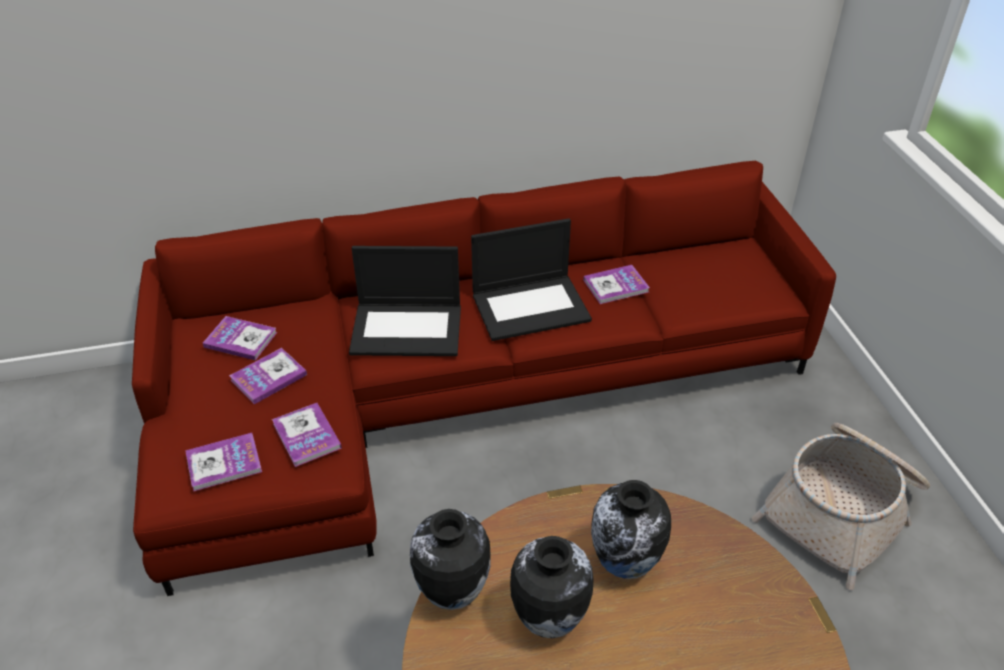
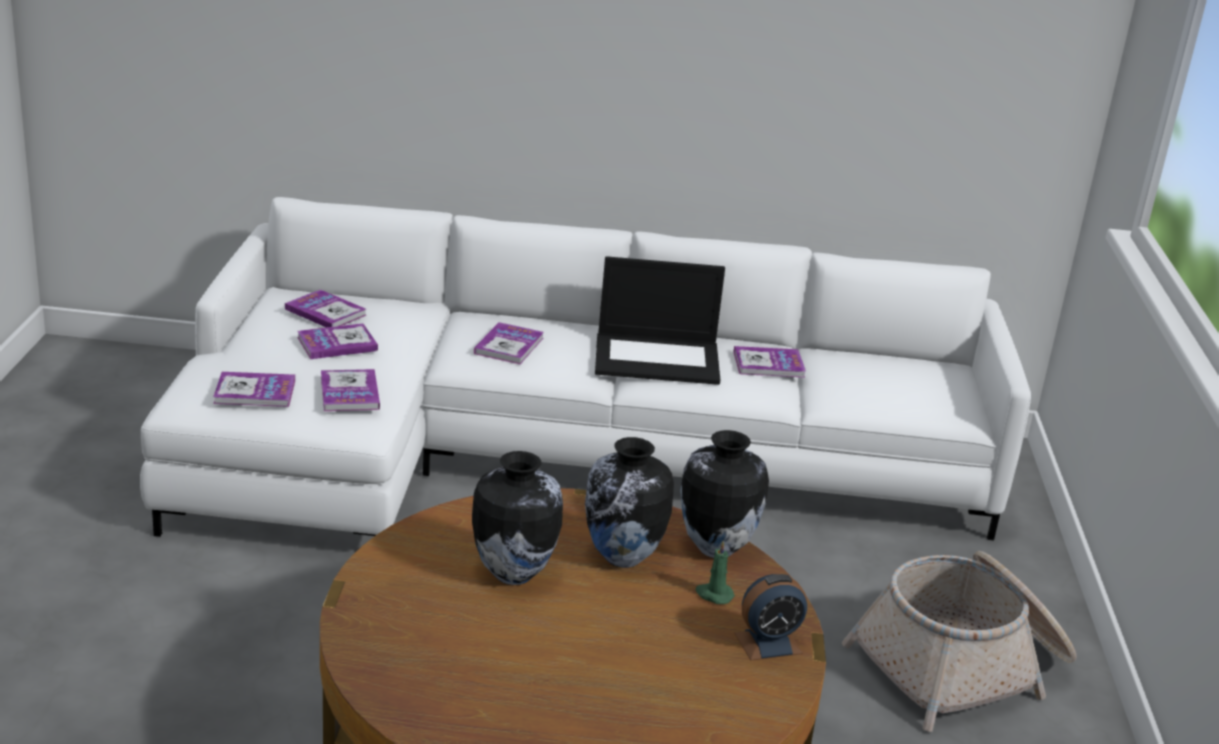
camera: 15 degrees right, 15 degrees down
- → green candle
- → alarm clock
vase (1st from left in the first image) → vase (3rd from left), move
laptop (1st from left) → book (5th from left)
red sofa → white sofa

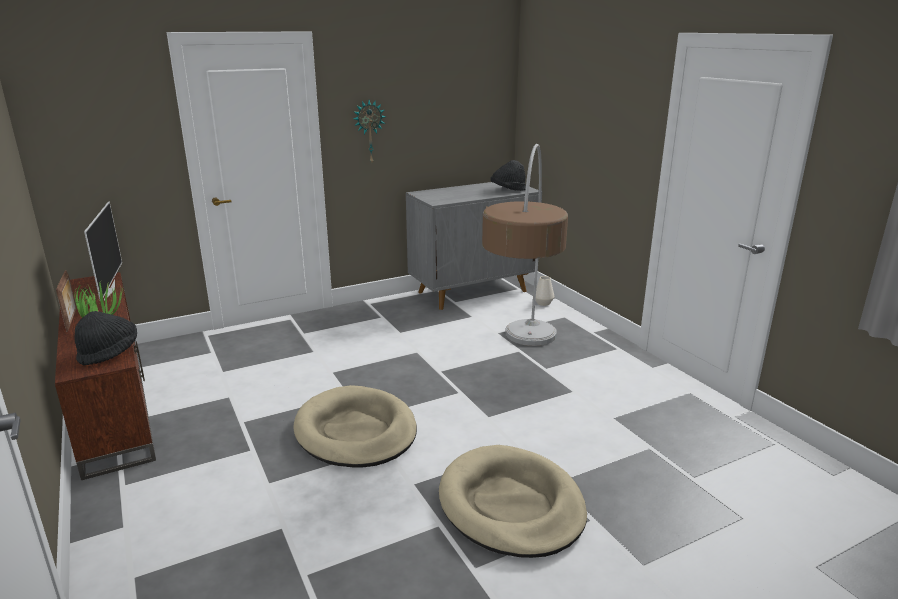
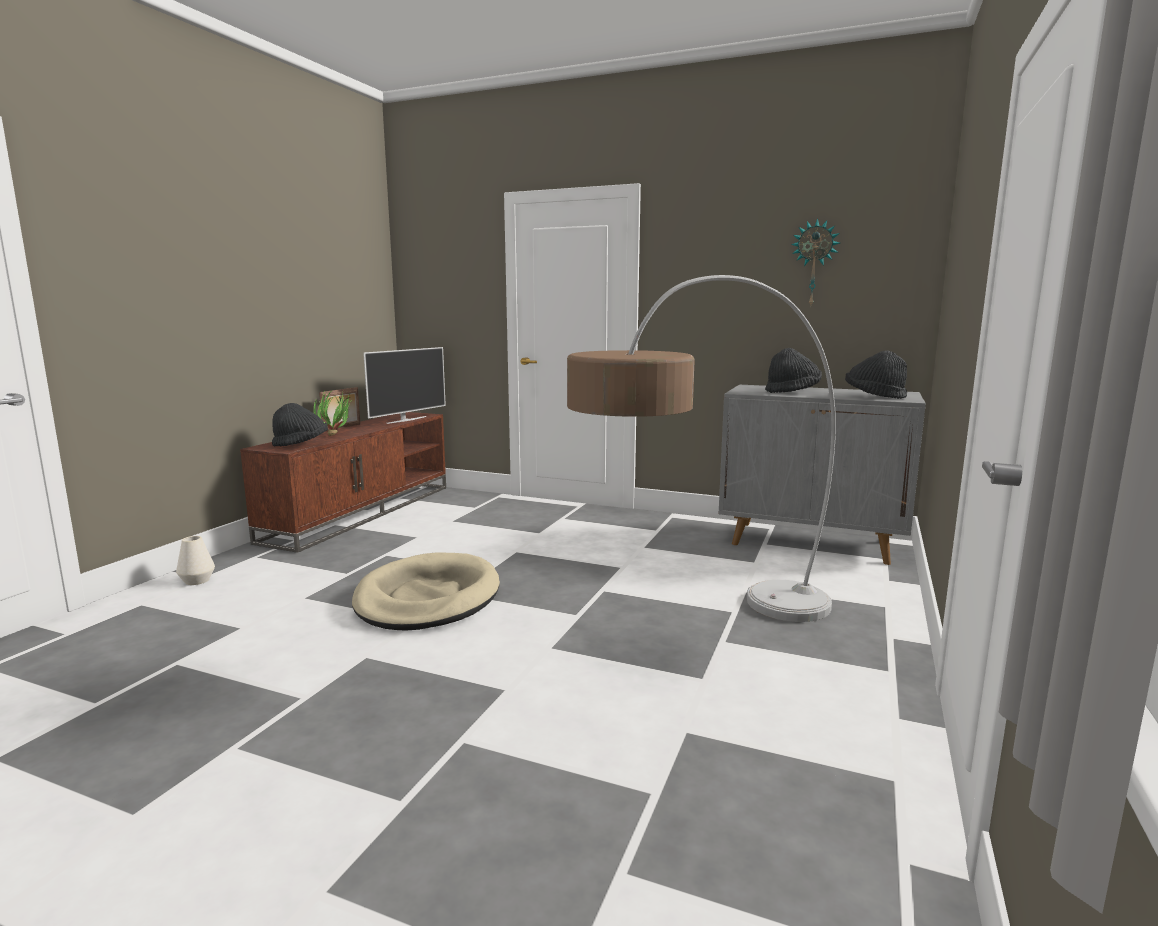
camera: 50 degrees right, 10 degrees down
beige dog bed (2nd from left) → -
- → black hat (2nd from left)
wall clock, move
white vase, move

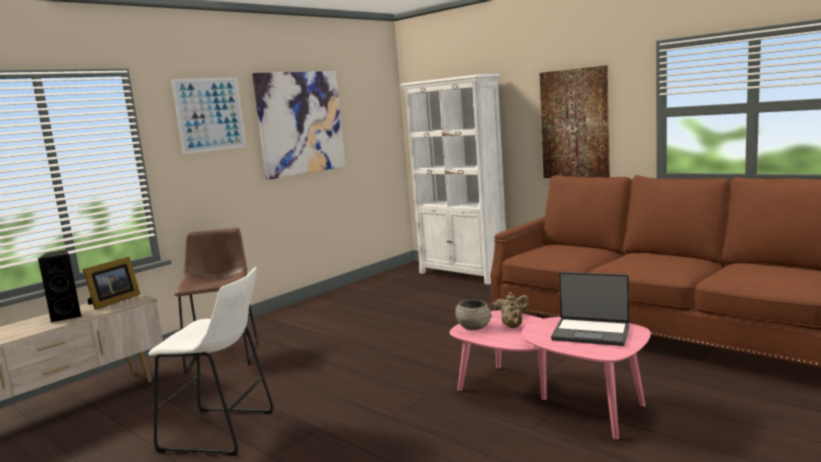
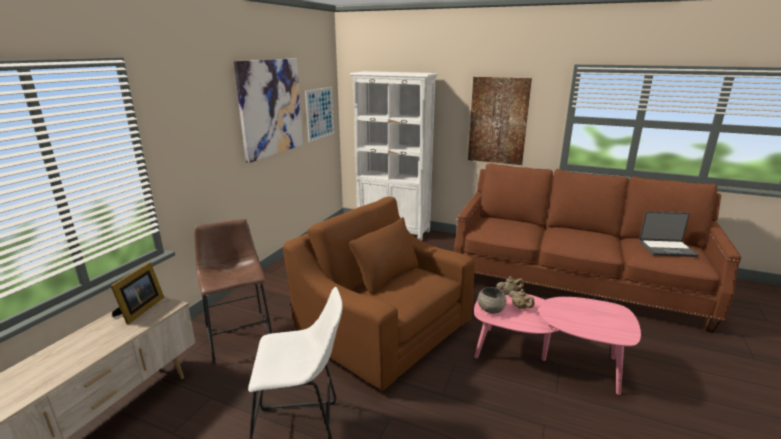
camera: 20 degrees left, 10 degrees up
black speaker → -
- → brown armchair
picture (1st from left in the first image) → picture (2nd from left), move
laptop, move

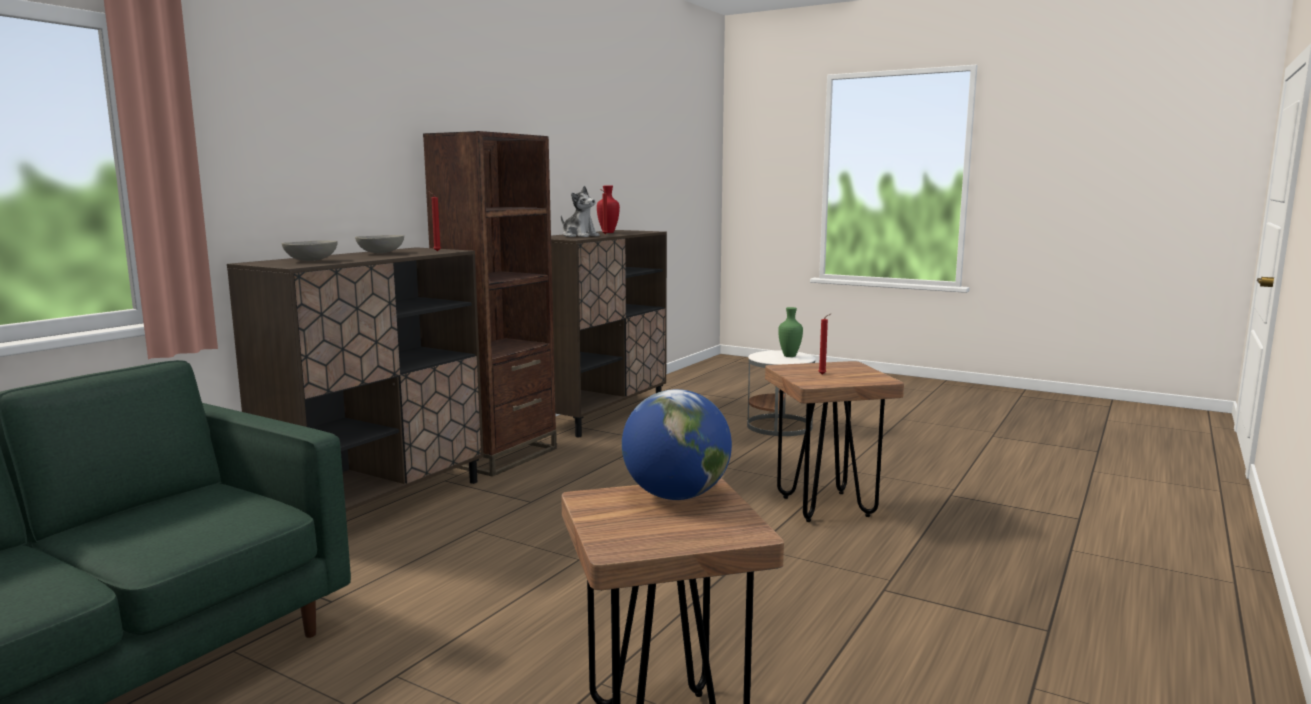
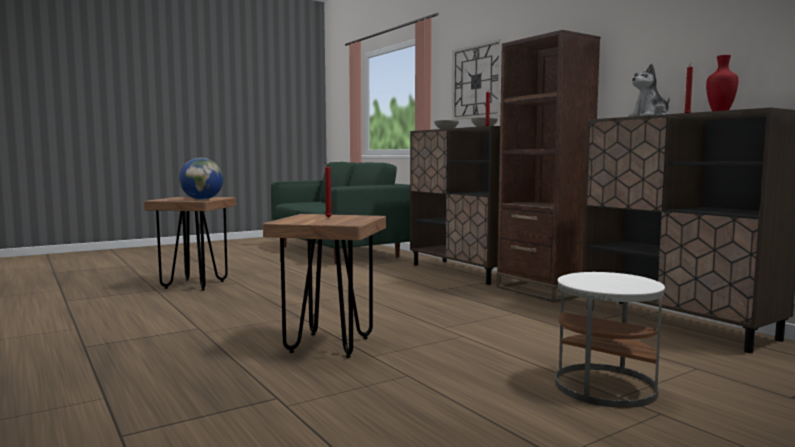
camera: 115 degrees right, 5 degrees down
green vase → -
- → wall clock

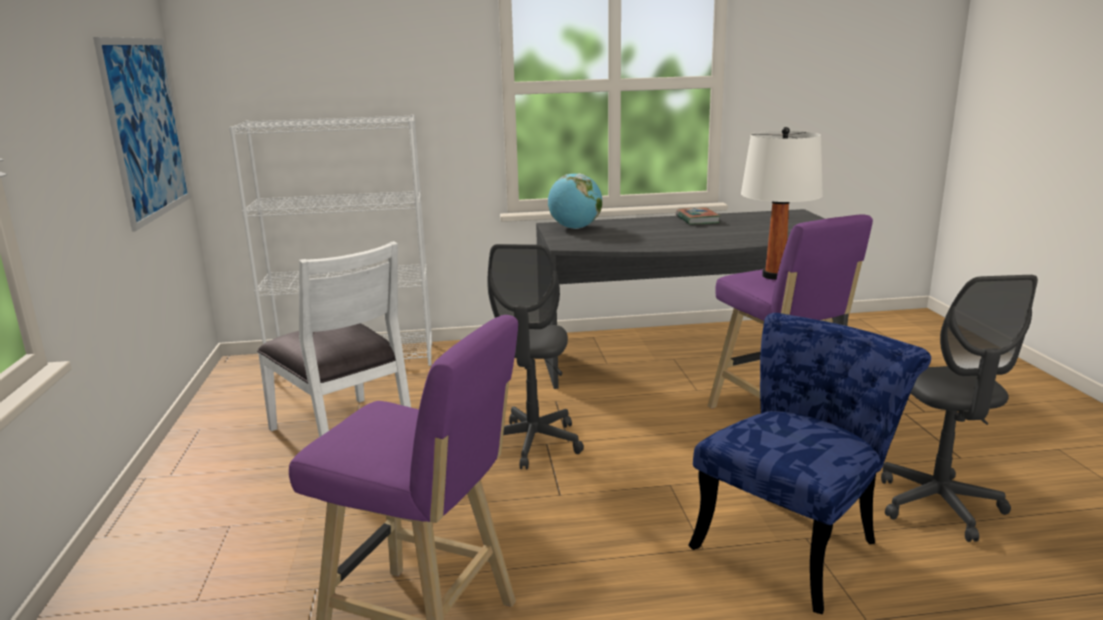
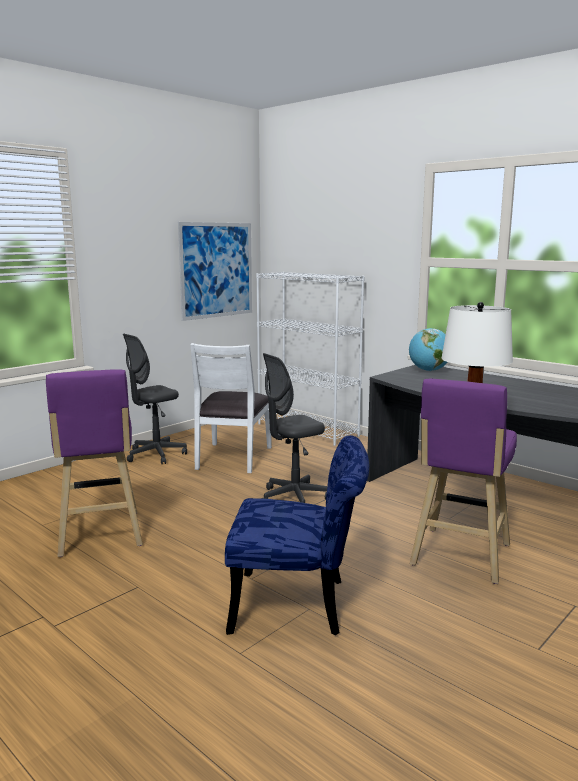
camera: 50 degrees right, 5 degrees down
book → -
grey office chair (2nd from left in the first image) → grey office chair (1st from left), move

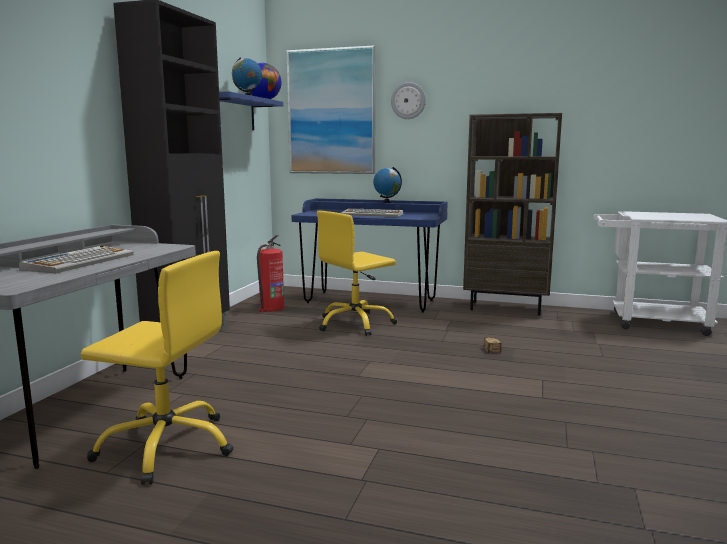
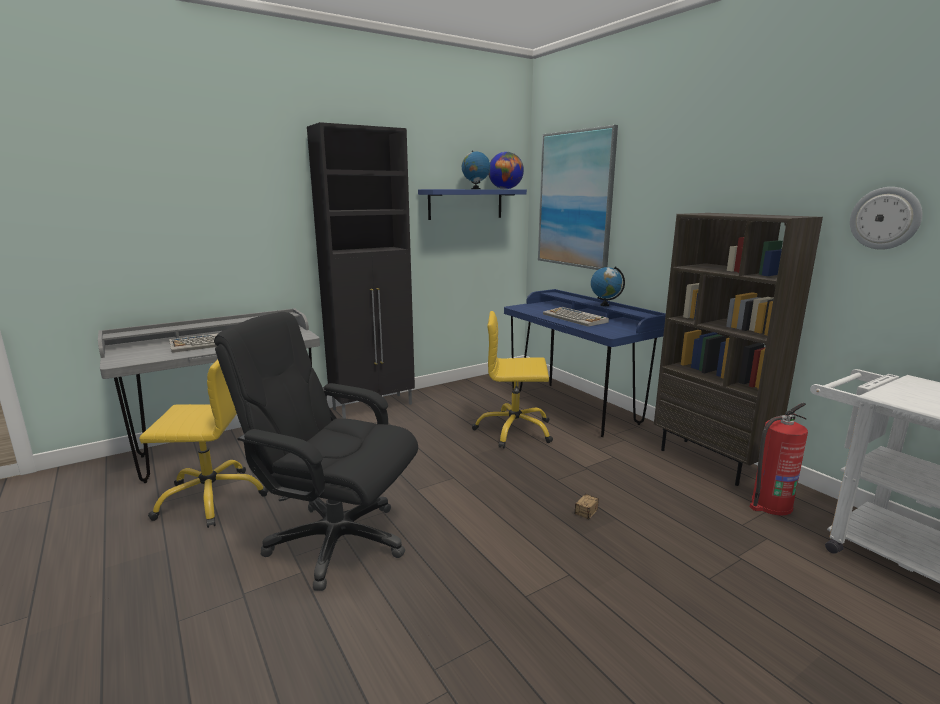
camera: 40 degrees right, 5 degrees up
- → black office chair
fire extinguisher, move
wall clock, move
yellow office chair (1st from left), 60 degrees counterclockwise

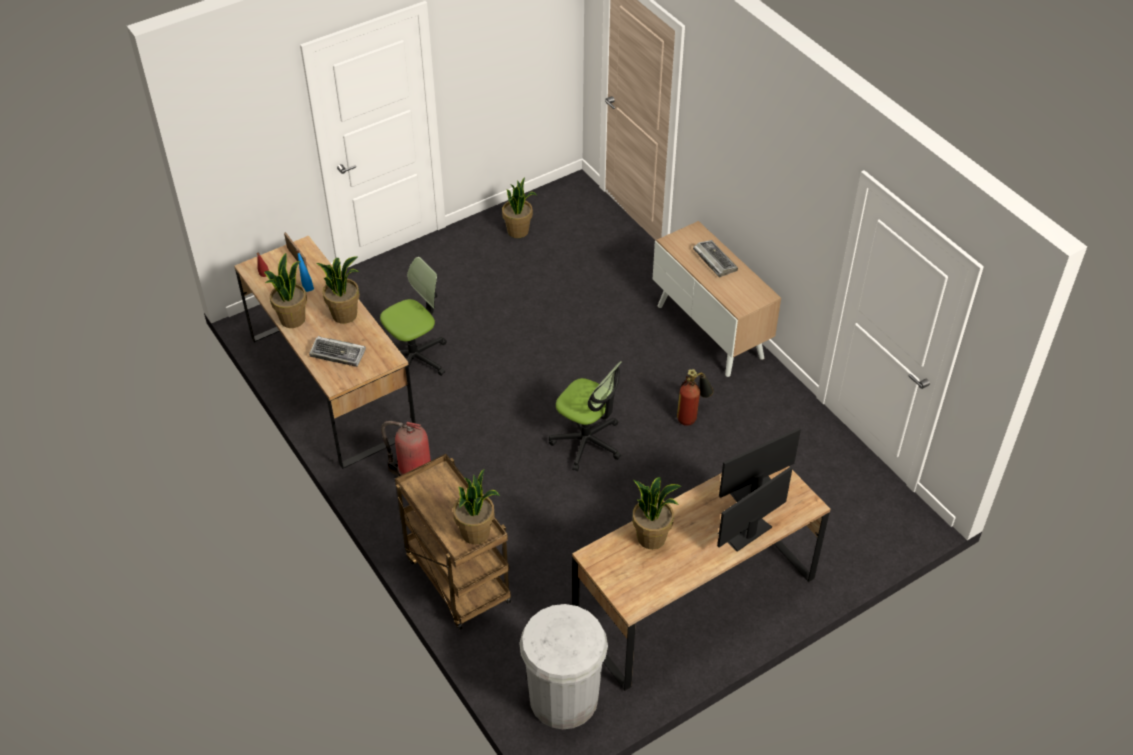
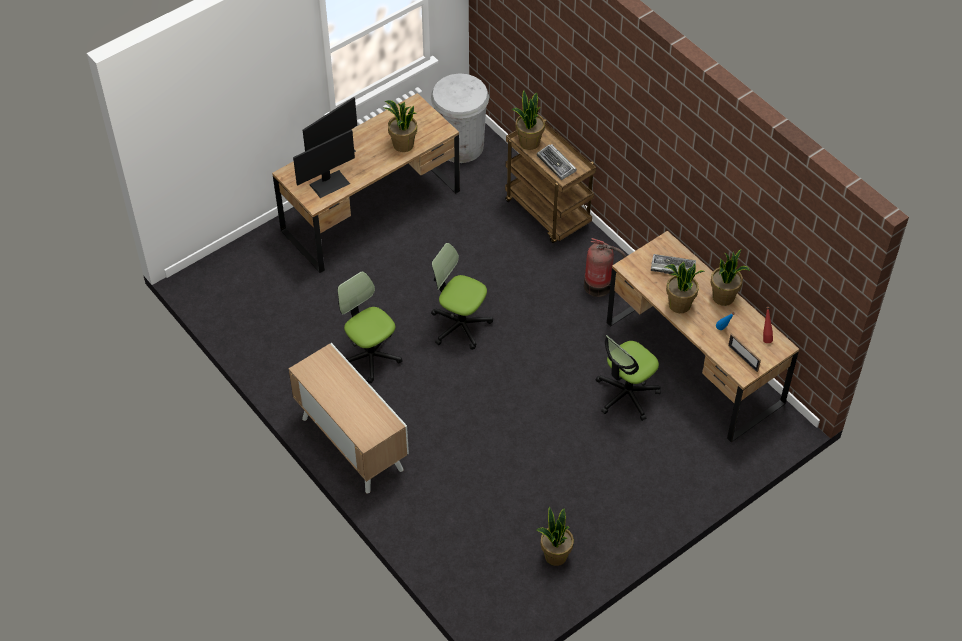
camera: 175 degrees right, 5 degrees up
keyboard (2nd from left in the first image) → keyboard (1st from left), move
fire extinguisher (2nd from left) → office chair (1st from left)

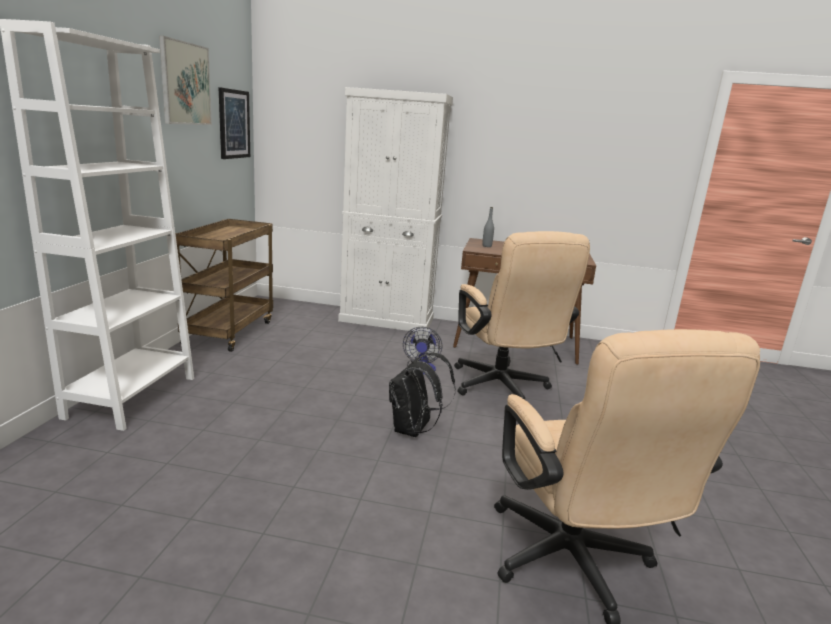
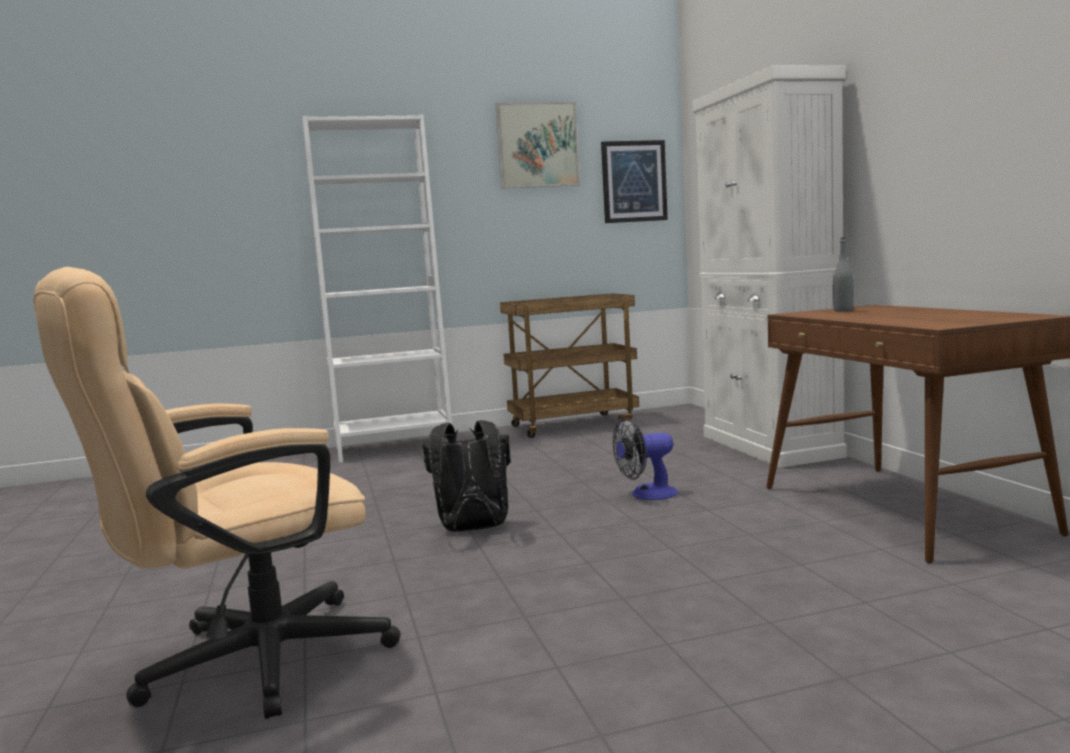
camera: 65 degrees right, 10 degrees down
beige office chair (1st from left) → -

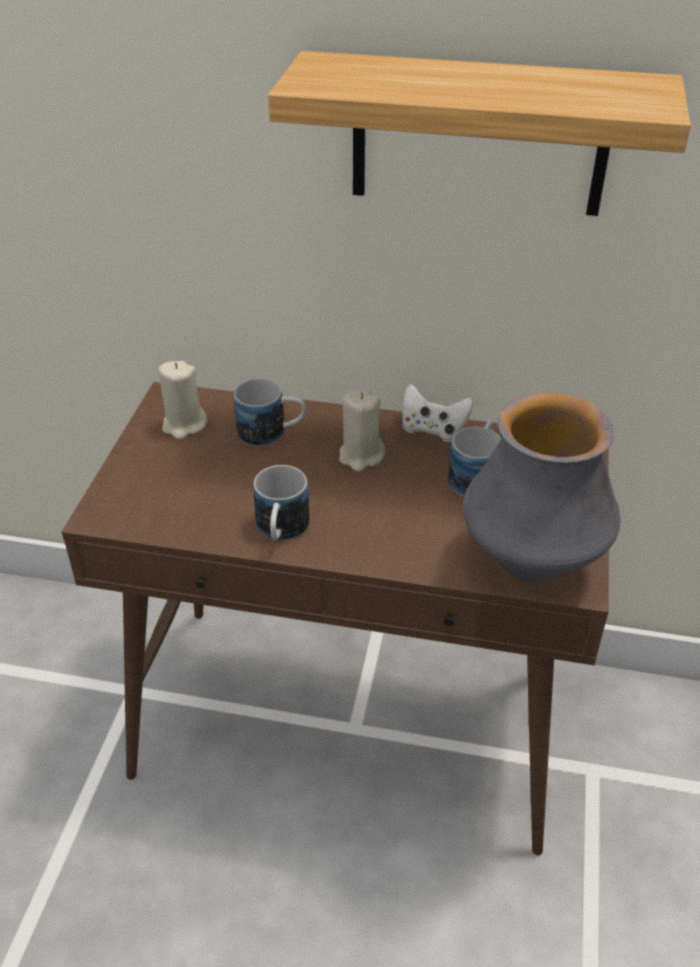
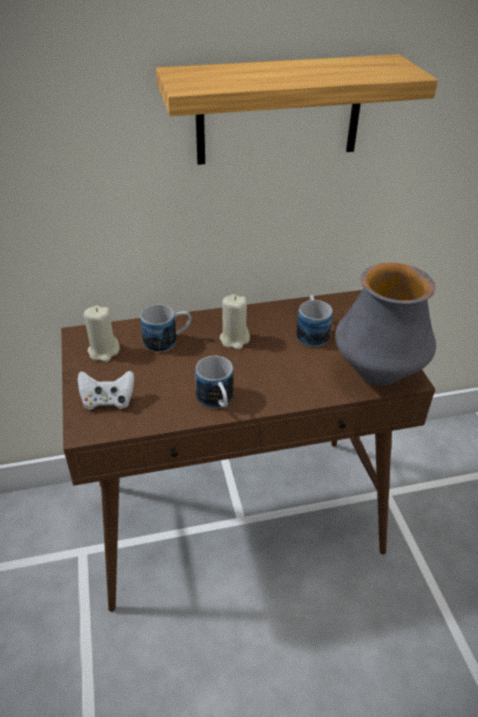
camera: 25 degrees left, 0 degrees up
white game controller, move

